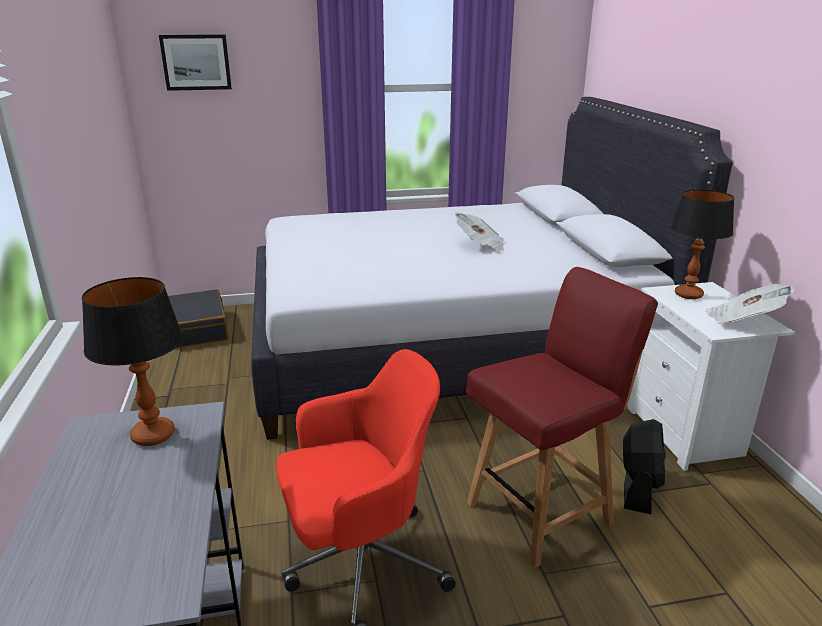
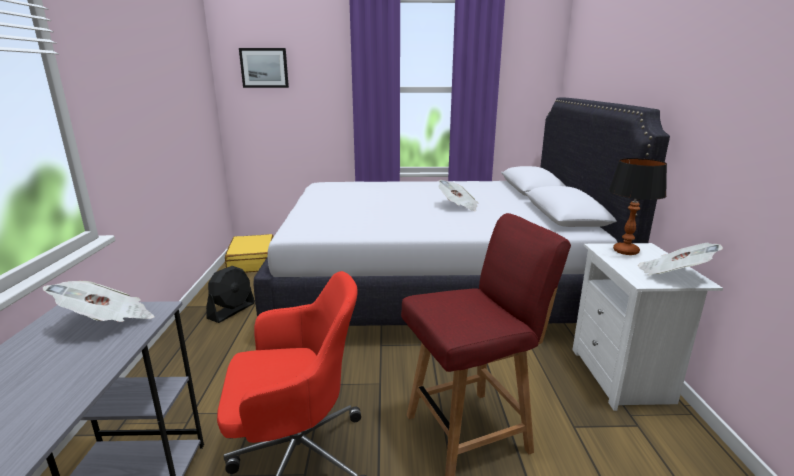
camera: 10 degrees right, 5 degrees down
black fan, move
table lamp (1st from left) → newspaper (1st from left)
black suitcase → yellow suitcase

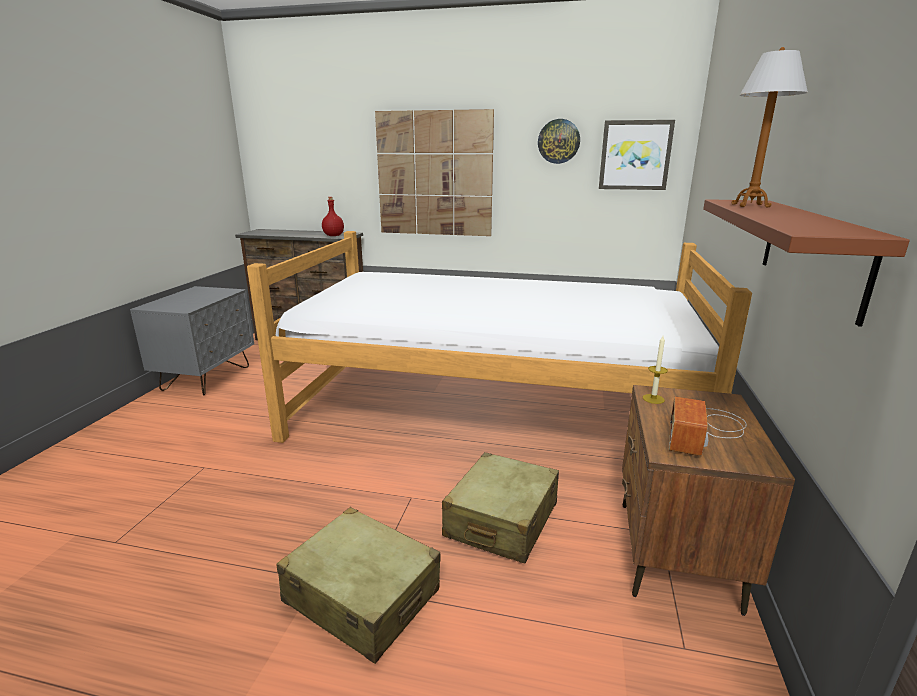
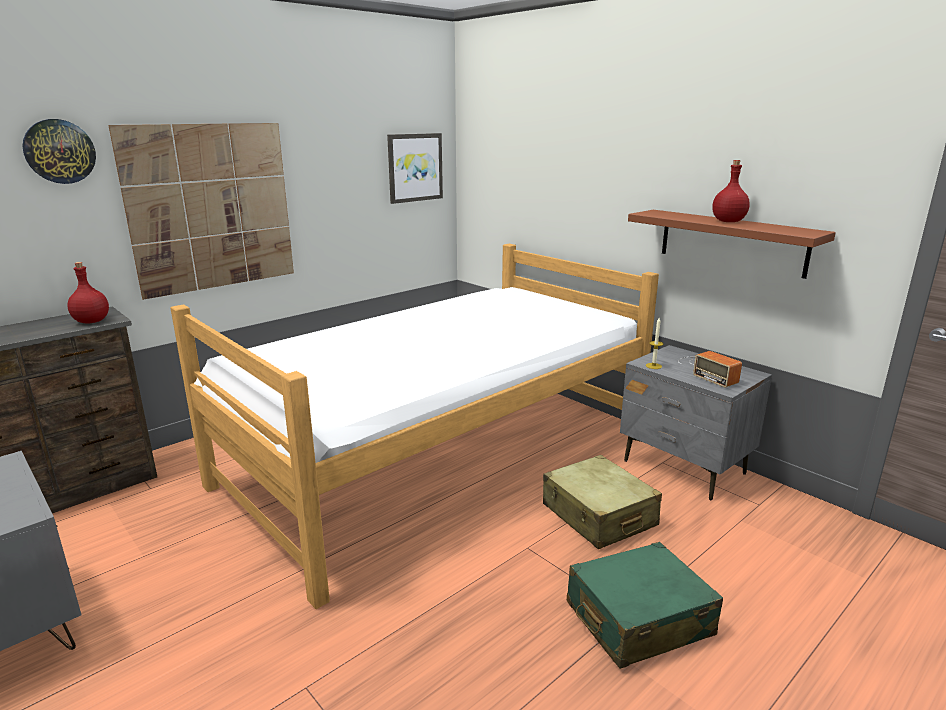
camera: 55 degrees left, 0 degrees up
table lamp → -
- → red bottle (2nd from left)
wall clock, move
beige suitcase (1st from left) → green suitcase
brown nightstand → grey nightstand (2nd from left)

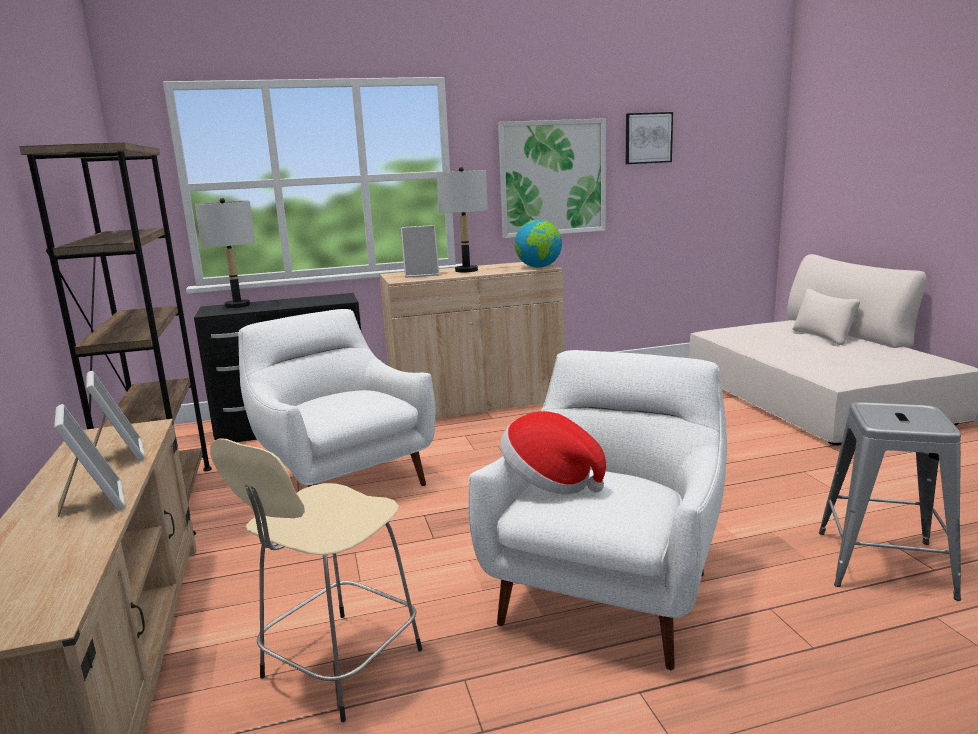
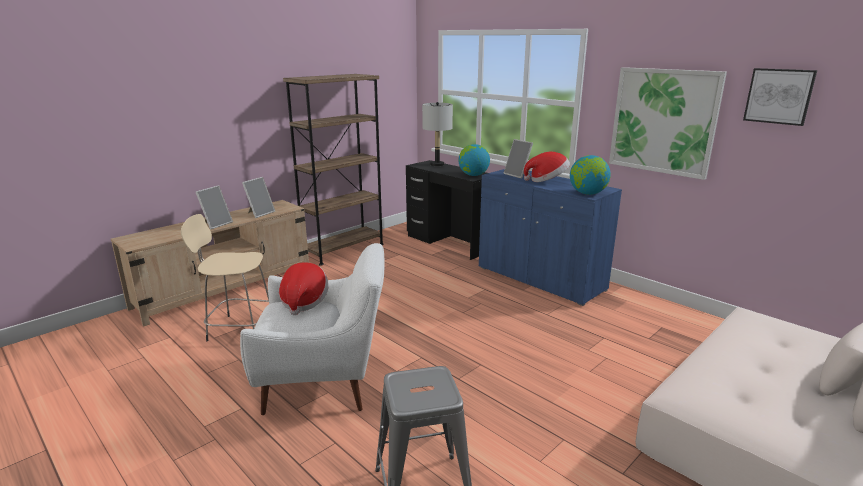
camera: 60 degrees right, 5 degrees up
white armchair (1st from left) → -
- → globe (1st from left)
grey table lamp (2nd from left) → hat (2nd from left)
beige cabinet → blue cabinet

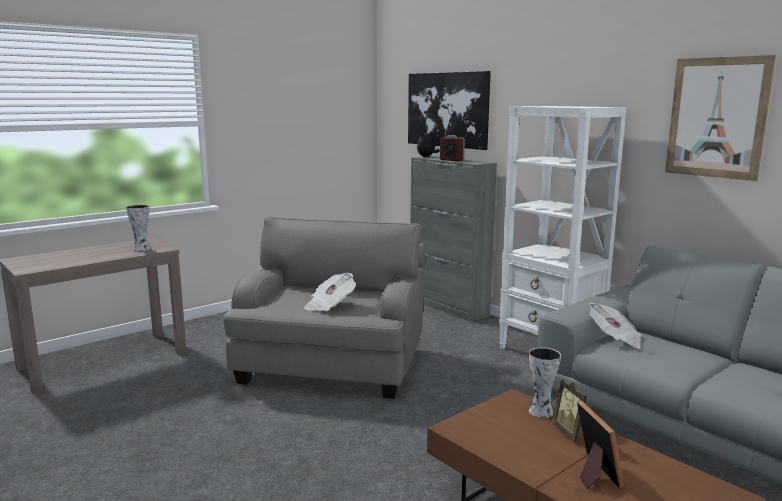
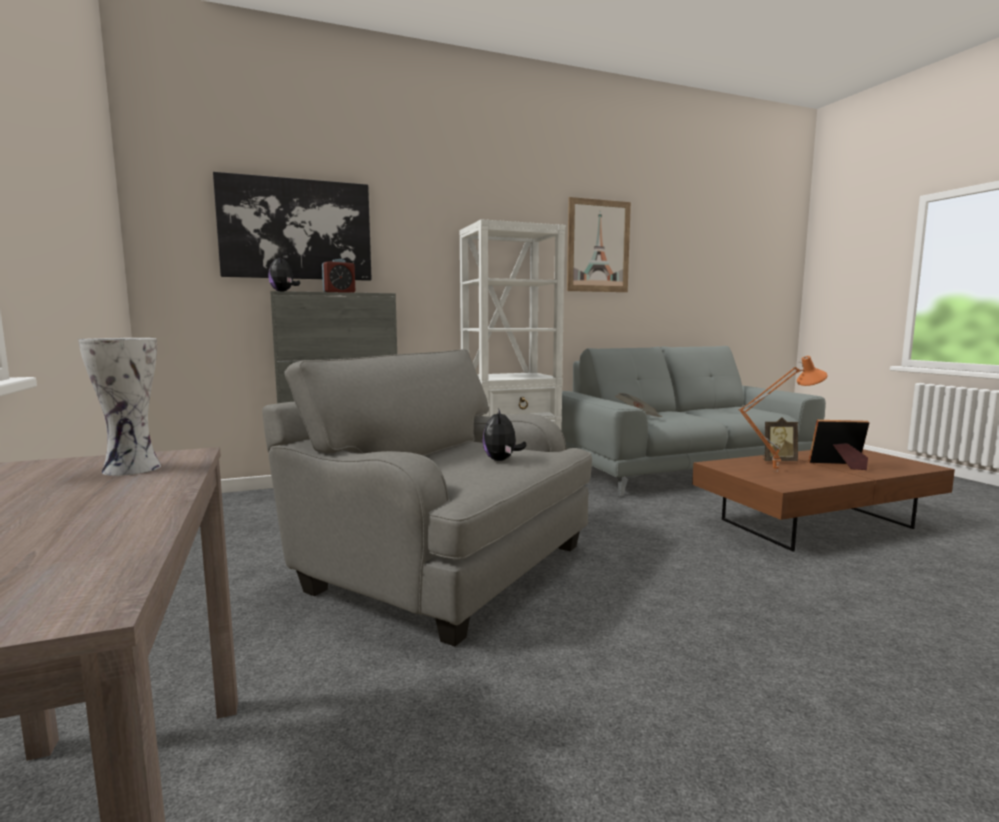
camera: 70 degrees left, 5 degrees down
vase (2nd from left) → -
- → orange table lamp
newspaper (1st from left) → plush toy (2nd from left)

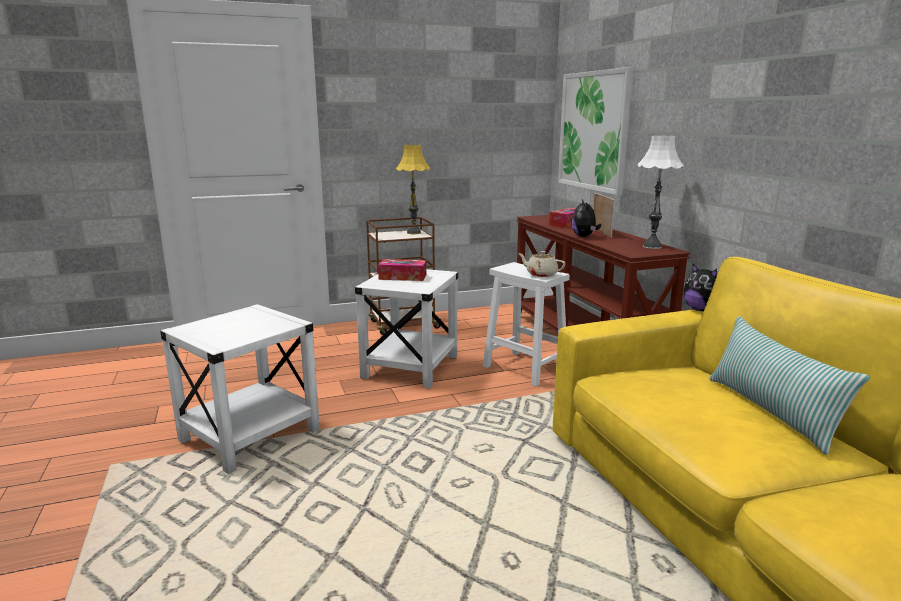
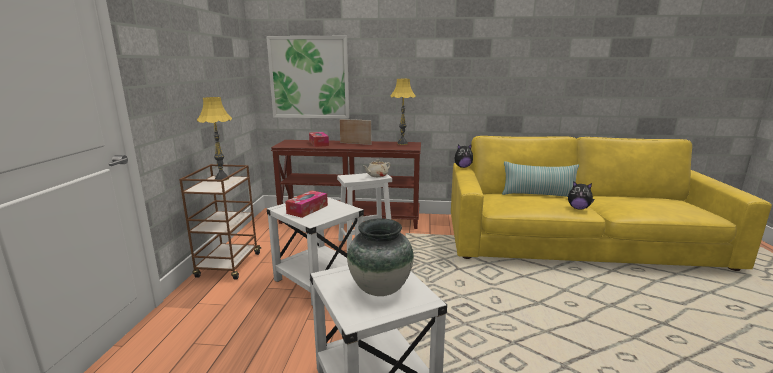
camera: 65 degrees left, 0 degrees up
- → vase
plush toy (1st from left in the first image) → plush toy (2nd from left), move
white table lamp → yellow table lamp (2nd from left)

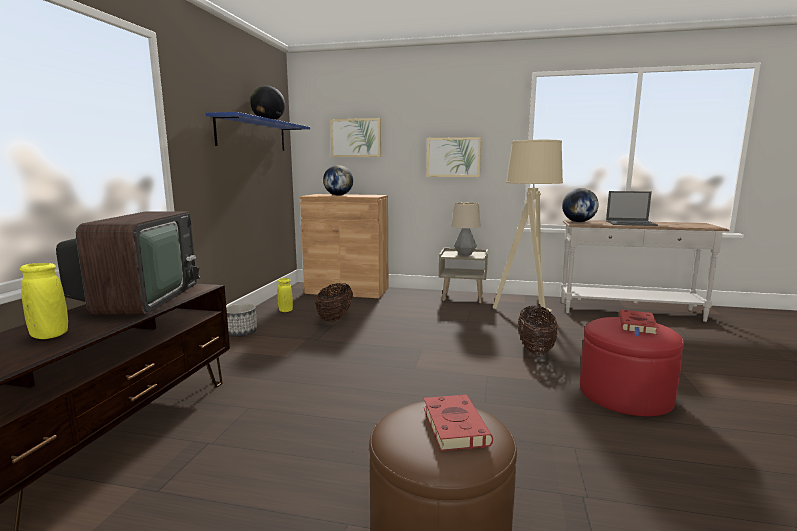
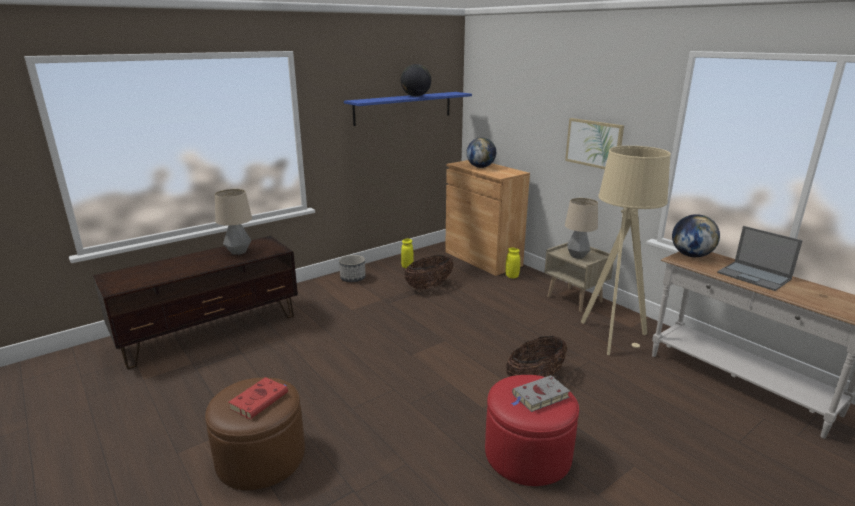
camera: 40 degrees right, 10 degrees up
picture (1st from left) → -
yellow vase (1st from left in the first image) → yellow vase (2nd from left), move
television → table lamp (1st from left)
red book (2nd from left) → grey book

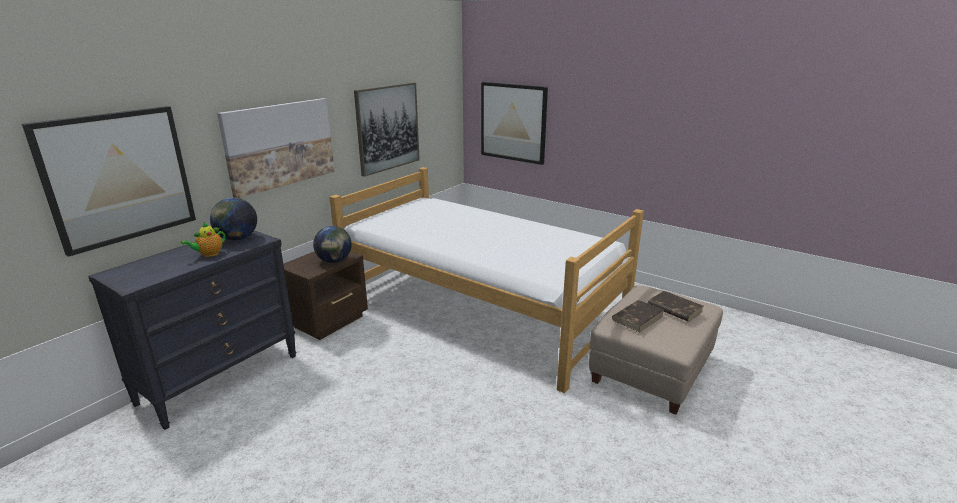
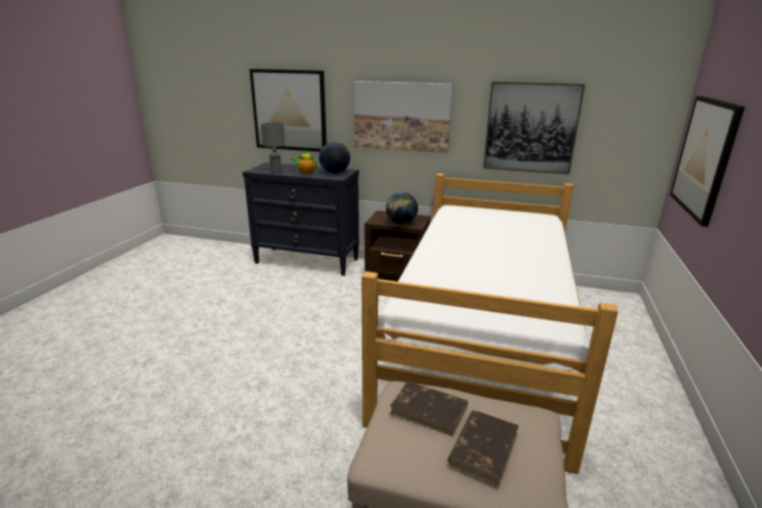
camera: 70 degrees right, 0 degrees up
- → grey table lamp

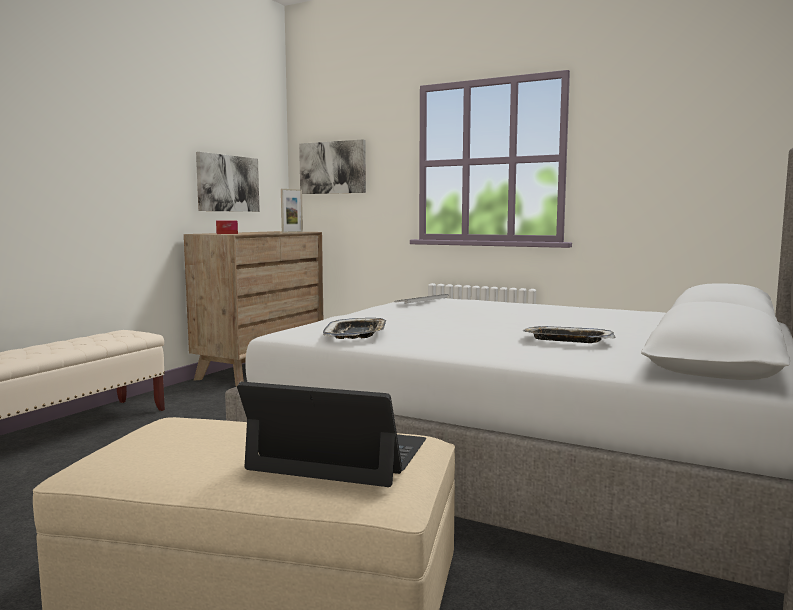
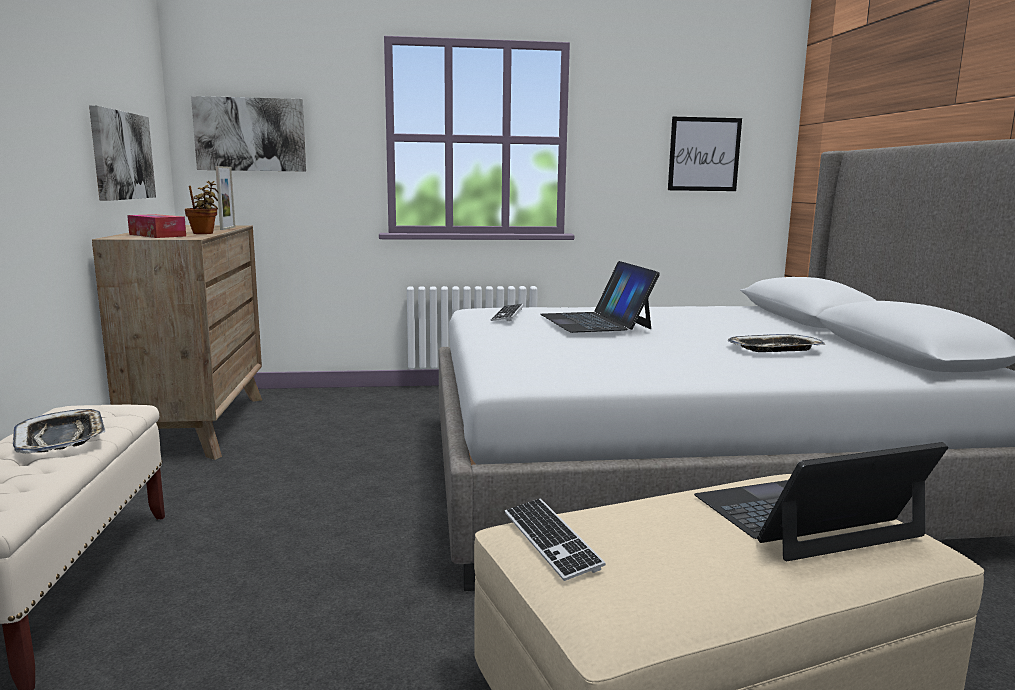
camera: 35 degrees left, 5 degrees up
- → potted plant
- → keyboard (2nd from left)
- → laptop (1st from left)
- → picture (3rd from left)
tray (1st from left), move

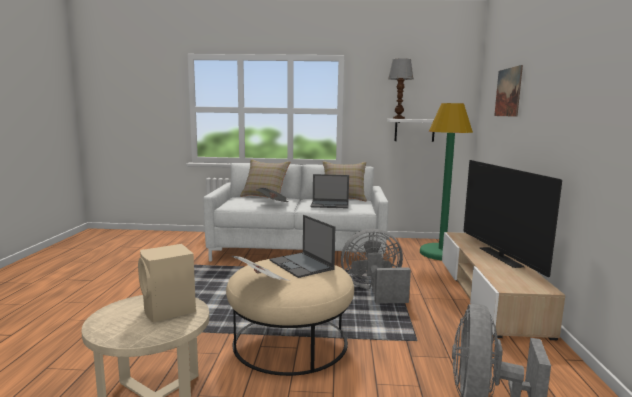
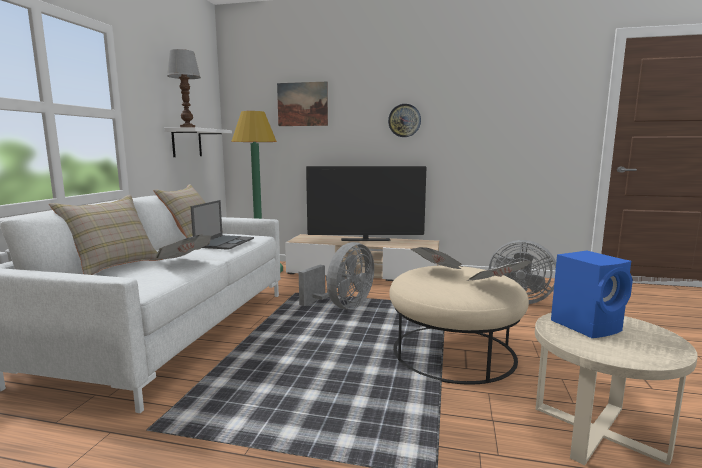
camera: 80 degrees left, 0 degrees up
- → wall clock
laptop (1st from left) → newspaper (2nd from left)
beige speaker → blue speaker
grey fan (1st from left), 150 degrees counterclockwise

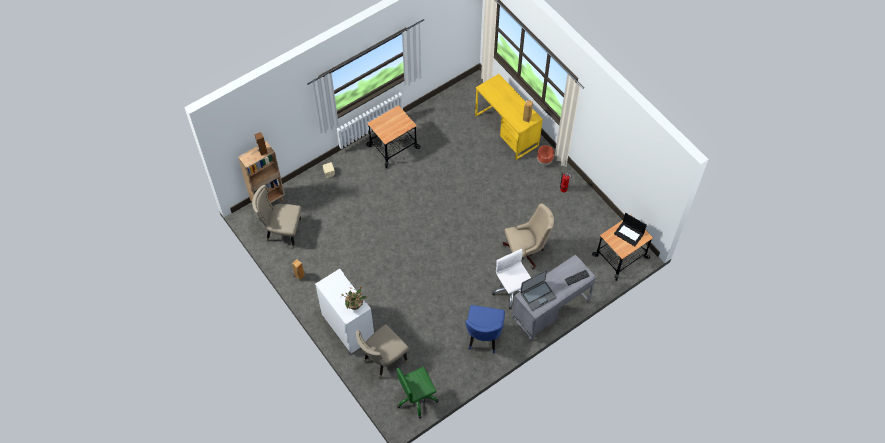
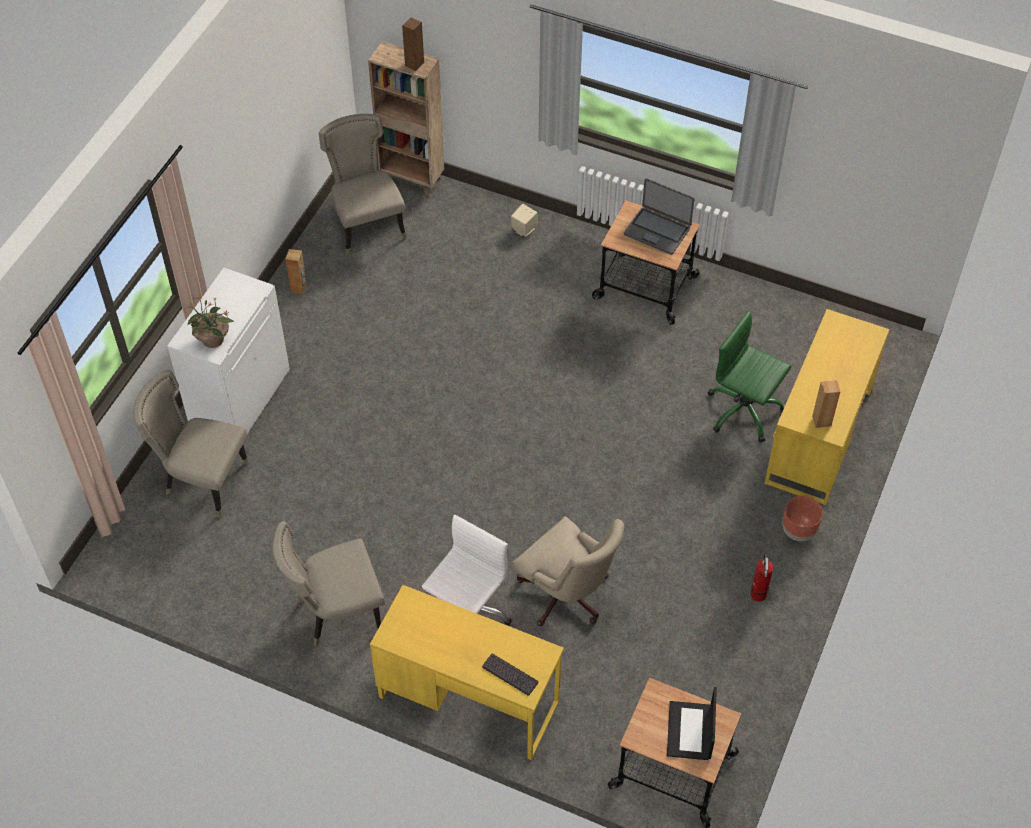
camera: 60 degrees right, 5 degrees down
green office chair, move
laptop (1st from left), move
blue chair → beige chair (2nd from left)
grey desk → yellow desk (1st from left)

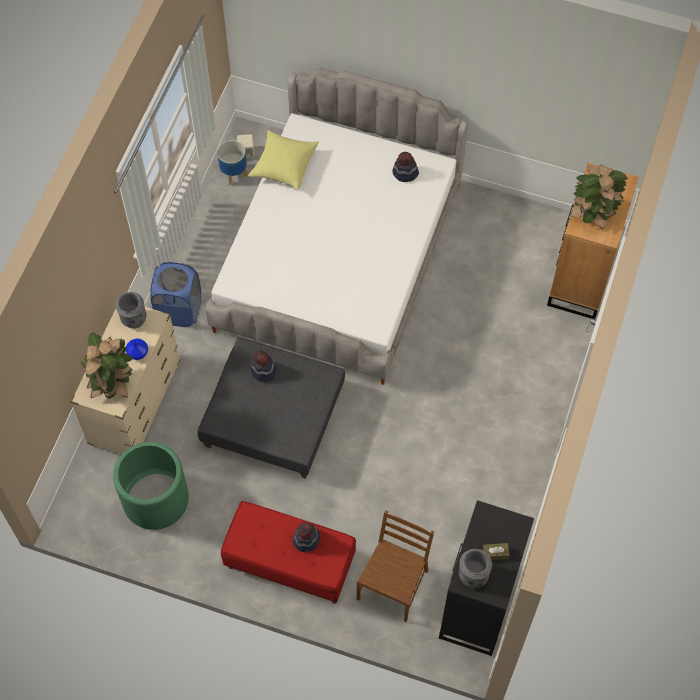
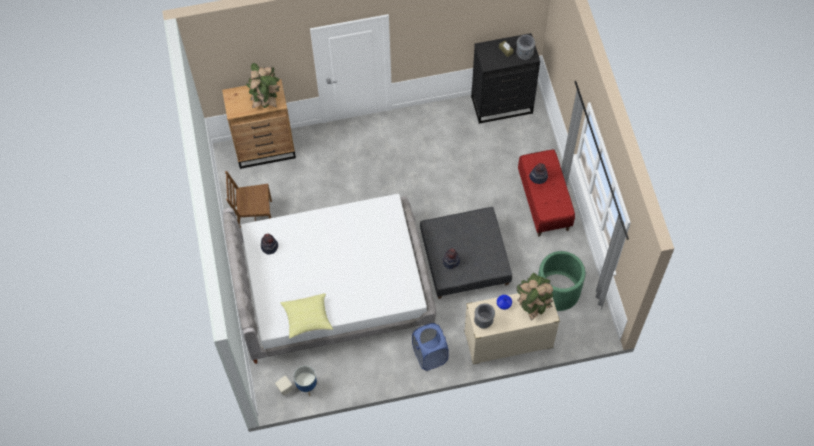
camera: 120 degrees left, 0 degrees up
brown chair, move

